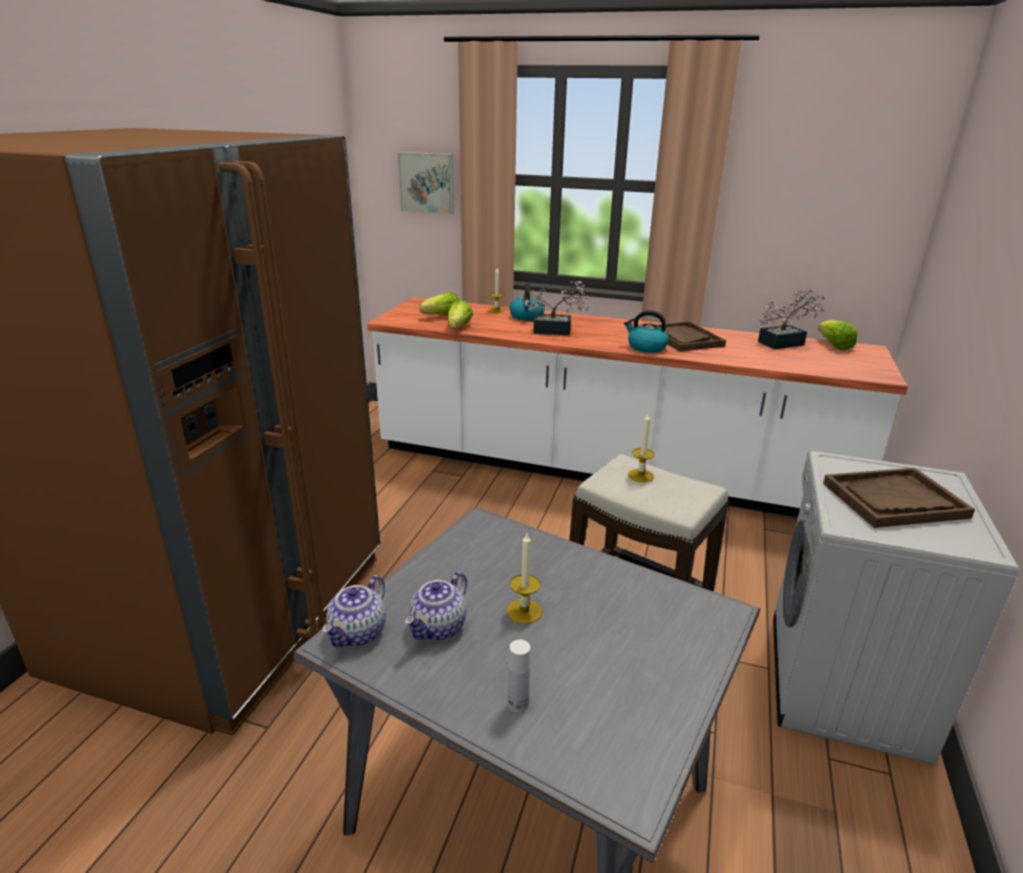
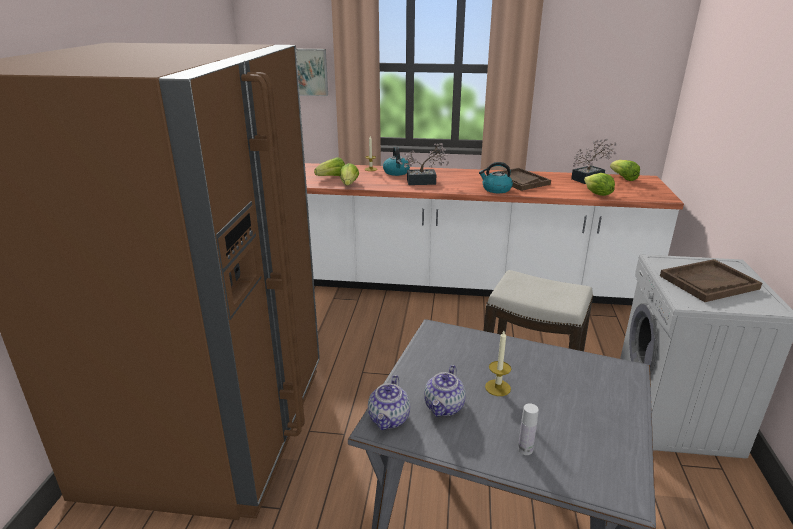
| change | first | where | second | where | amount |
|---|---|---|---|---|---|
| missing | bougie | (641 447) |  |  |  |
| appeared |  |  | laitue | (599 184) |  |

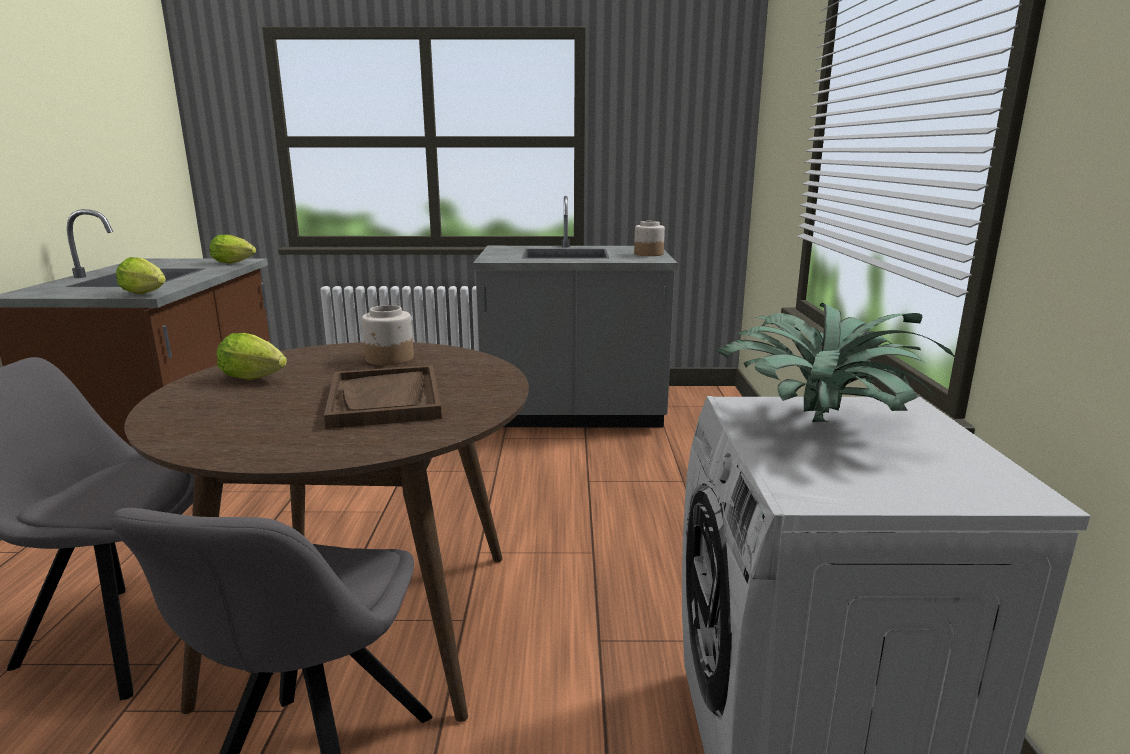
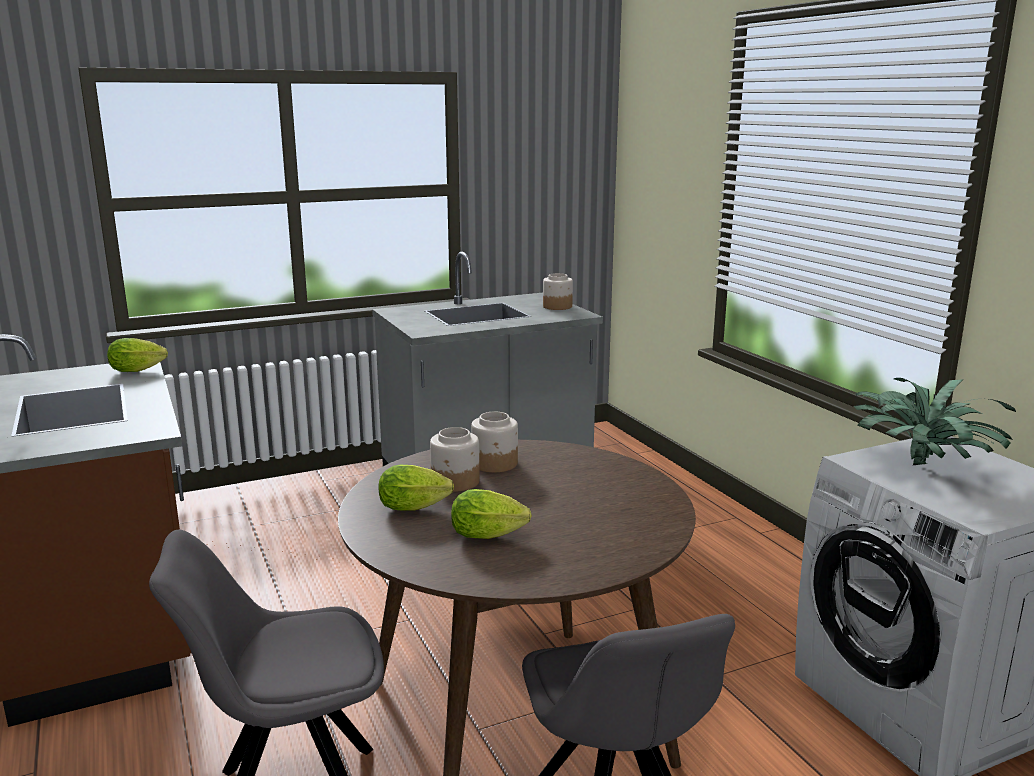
| change | first | where | second | where | amount |
|---|---|---|---|---|---|
| missing | plateau [marron] | (383 397) |  |  |  |
| appeared |  |  | bocal | (455 459) |  |
| relocated | laitue | (141 275) |  | (491 514) |  |

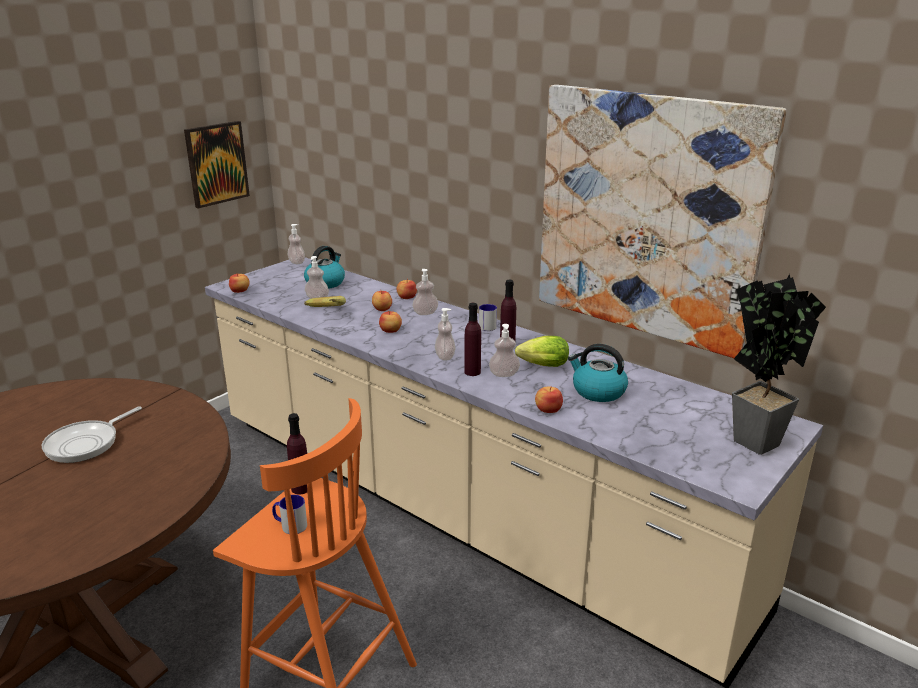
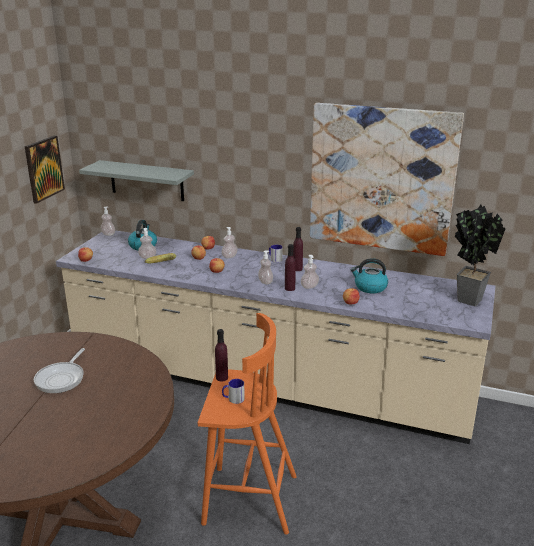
| change | first | where | second | where | amount |
|---|---|---|---|---|---|
| missing | laitue | (542 351) |  |  |  |
| appeared |  |  | étagère [gris] | (136 180) |  |

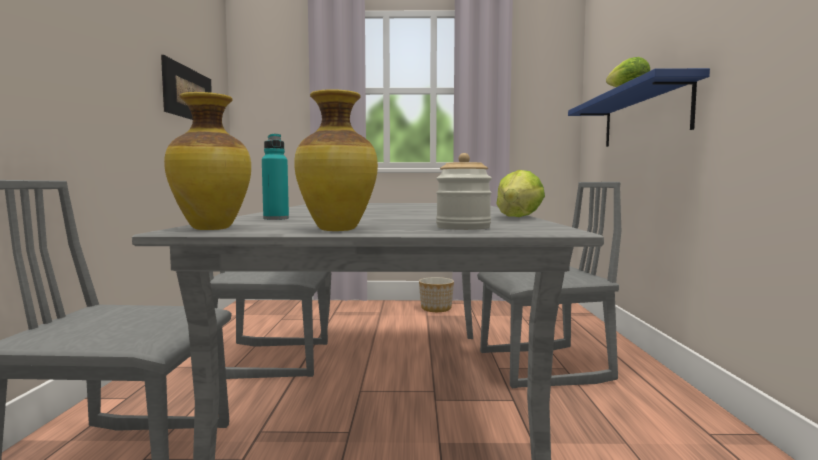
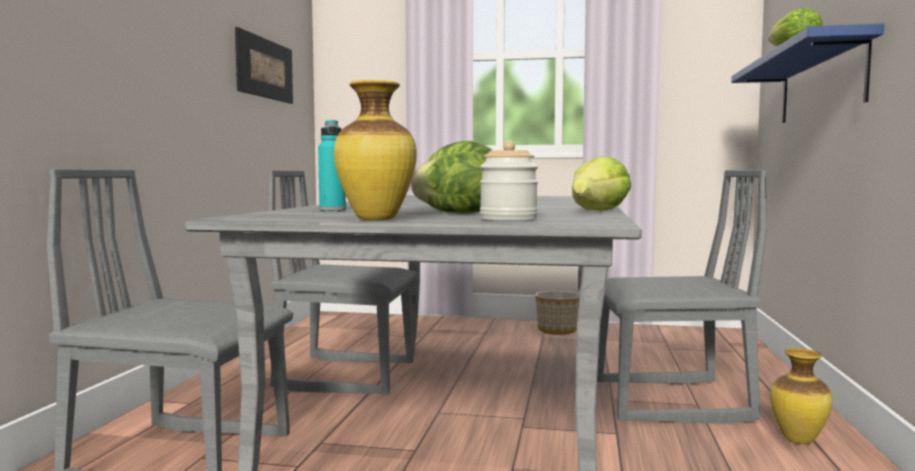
| change | first | where | second | where | amount |
|---|---|---|---|---|---|
| appeared |  |  | laitue | (452 177) |  |
| relocated | vase | (207 161) |  | (801 396) |  |

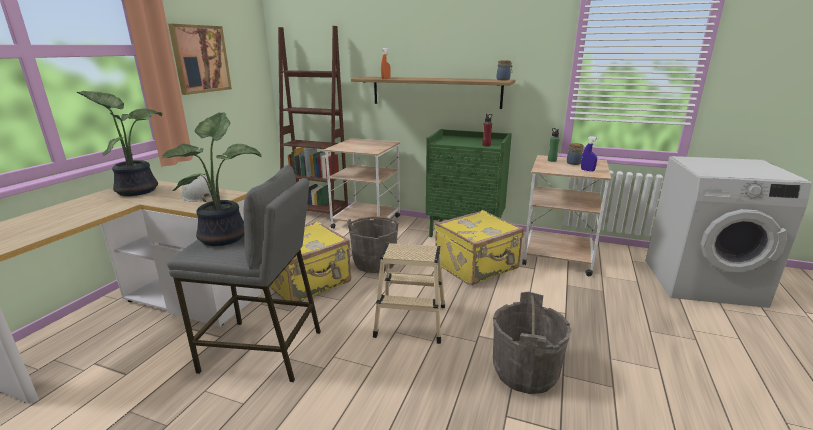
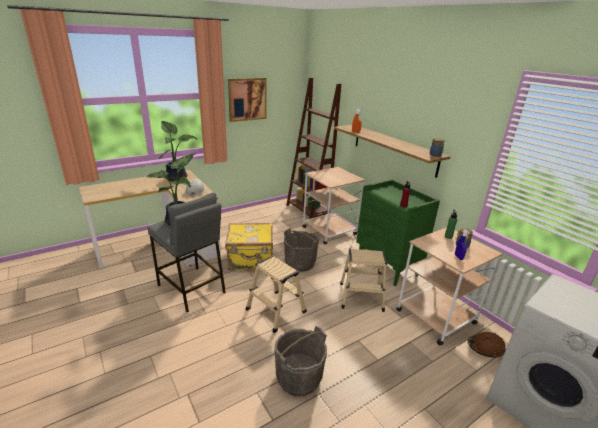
| change | first | where | second | where | amount |
|---|---|---|---|---|---|
| appeared |  |  | casque de chantier [marron] | (486 345) |  |
| exchanged | valise [jaune] | (479 247) | escabeau [beige] | (363 280) |  |

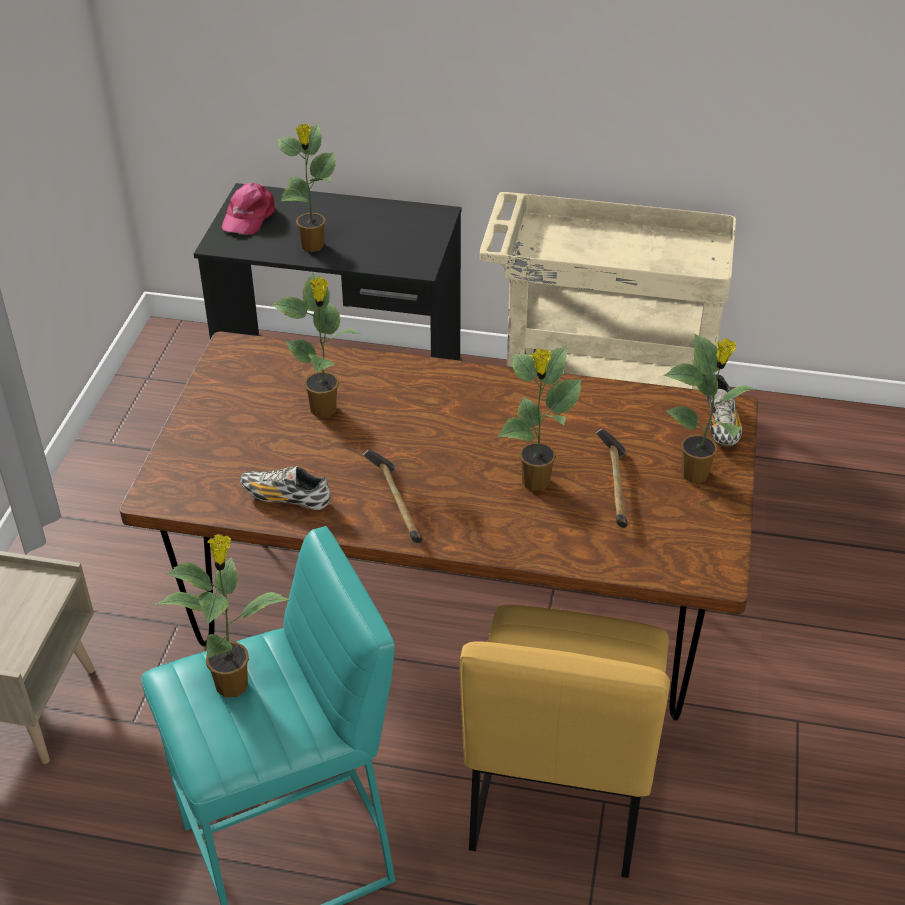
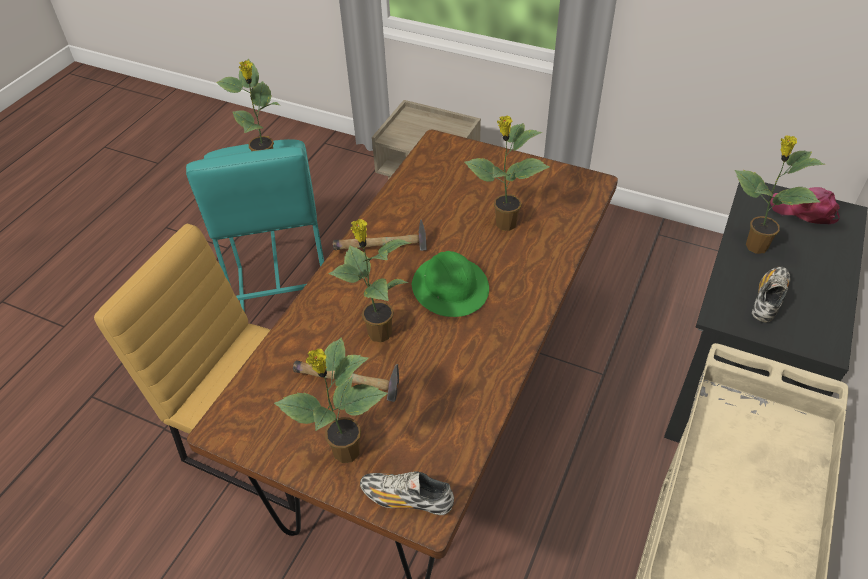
| change | first | where | second | where | amount |
|---|---|---|---|---|---|
| appeared |  |  | casque de chantier [vert] | (450 284) |  |
| relocated | chaussure | (285 488) |  | (771 295) |  |

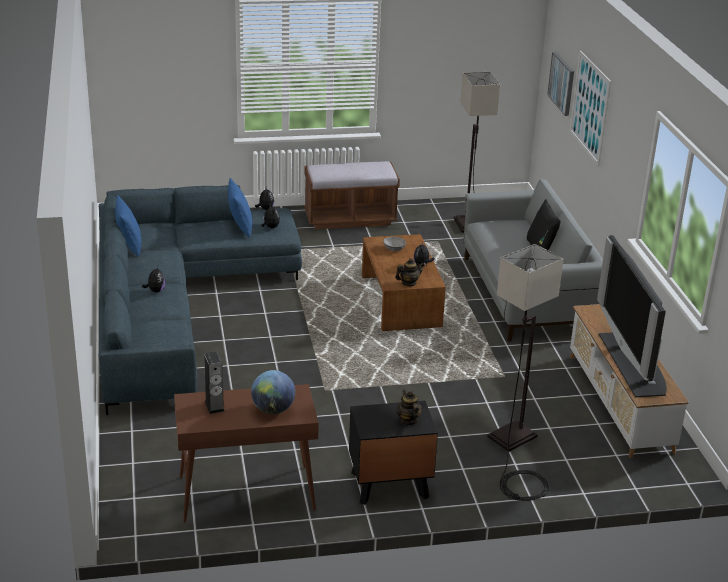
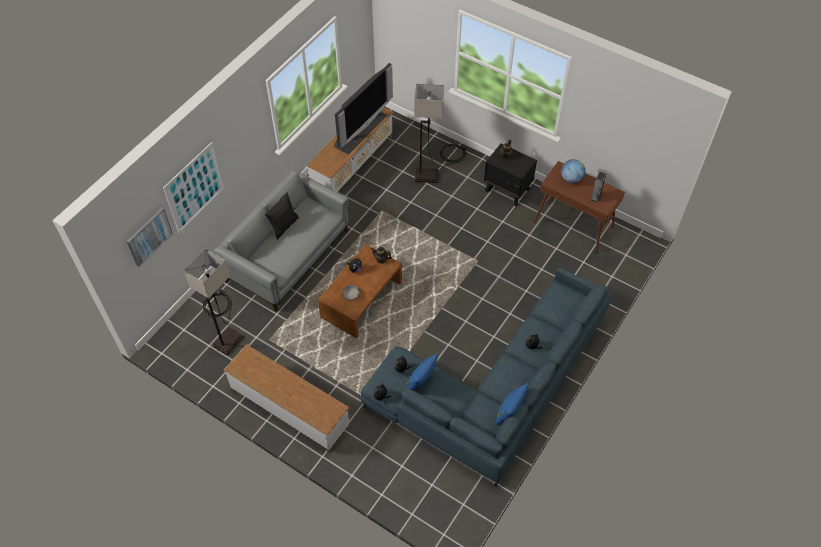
| change | first | where | second | where | amount |
|---|---|---|---|---|---|
| exchanged | banc [marron] | (352 195) | meuble télé | (286 398) |  |

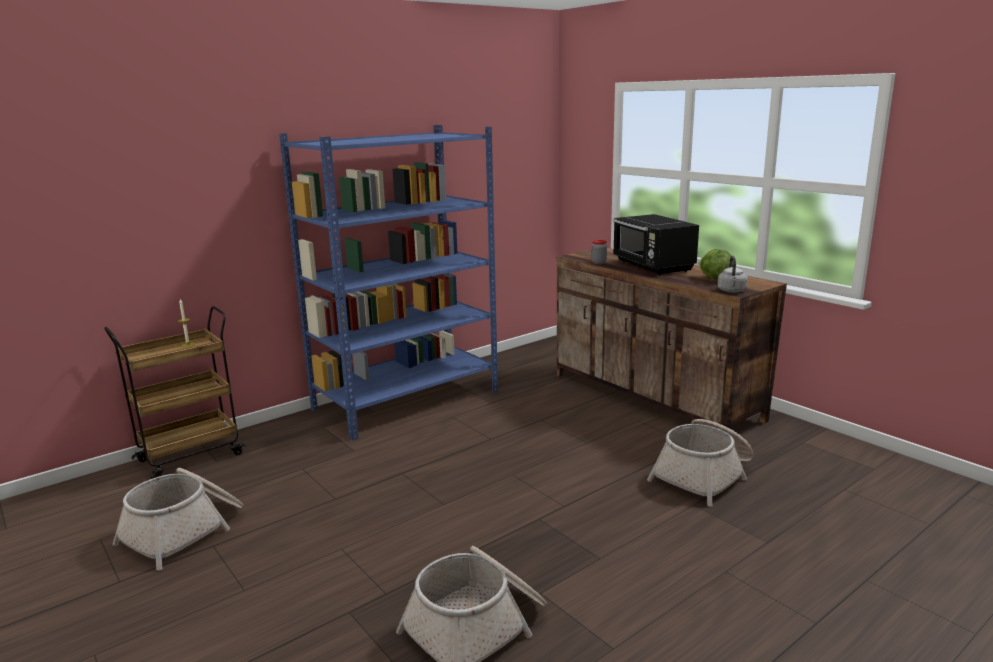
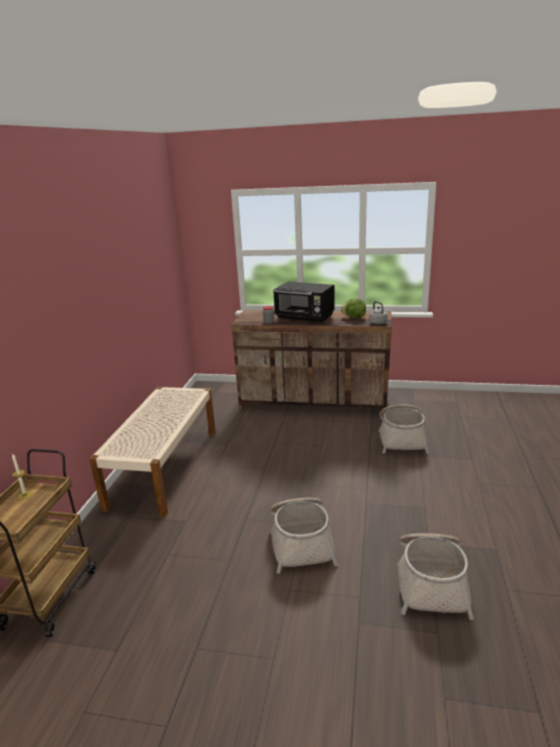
| change | first | where | second | where | amount |
|---|---|---|---|---|---|
| relocated | panier | (178 519) |  | (304 536) |  |
| exchanged | bibliothèque [bleu] | (388 283) | banc [beige] | (152 452) |  |

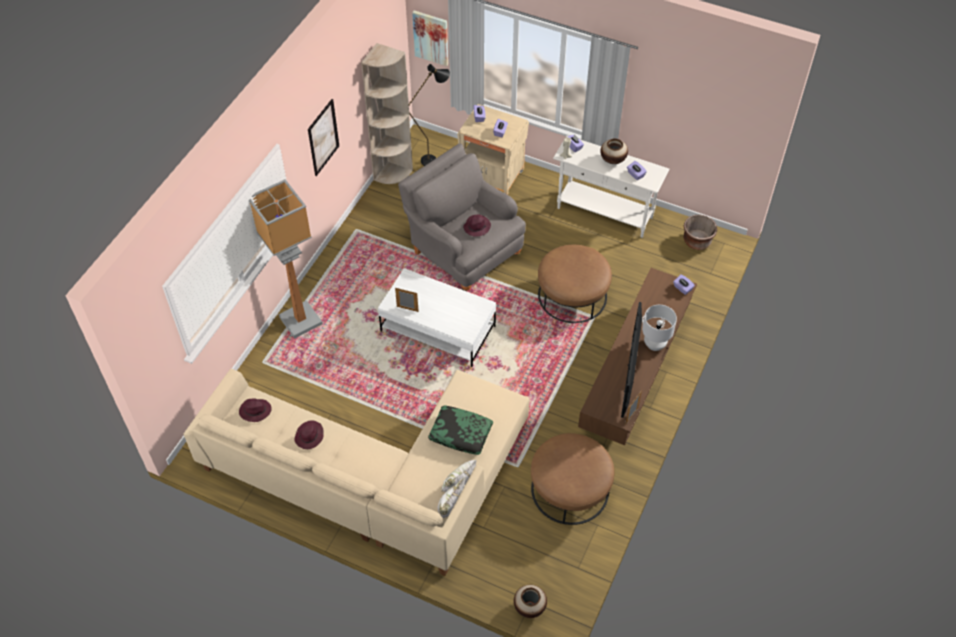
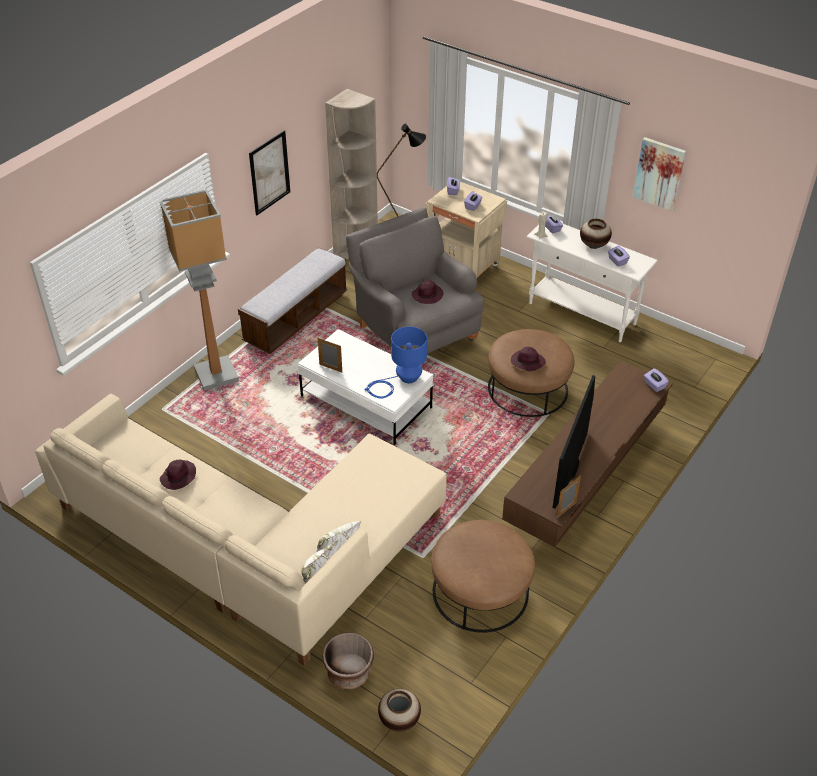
| change | first | where | second | where | amount |
|---|---|---|---|---|---|
| missing | coussin | (460 430) |  |  |  |
| missing | lampe de table [gris] | (659 328) |  |  |  |
| appeared |  |  | banc | (292 300) |  |
| appeared |  |  | lampe de table [bleu] | (396 362) |  |
| relocated | chapeau [violet] | (255 410) |  | (528 359) |  |
| relocated | tableau | (430 38) |  | (659 174) |  |
| relocated | cache-pot [marron] | (700 232) |  | (348 661) |  |

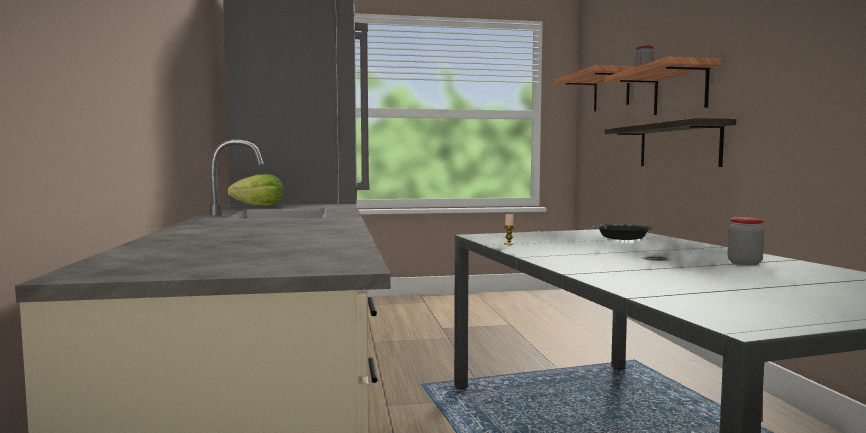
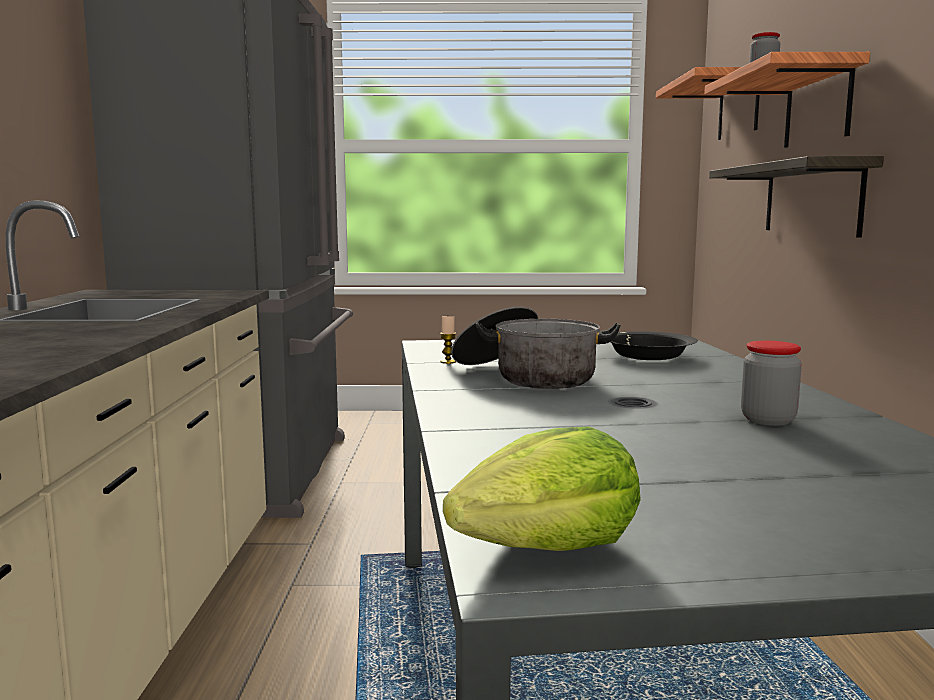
| change | first | where | second | where | amount |
|---|---|---|---|---|---|
| appeared |  |  | marmite | (535 348) |  |
| relocated | laitue | (255 190) |  | (542 488) |  |

